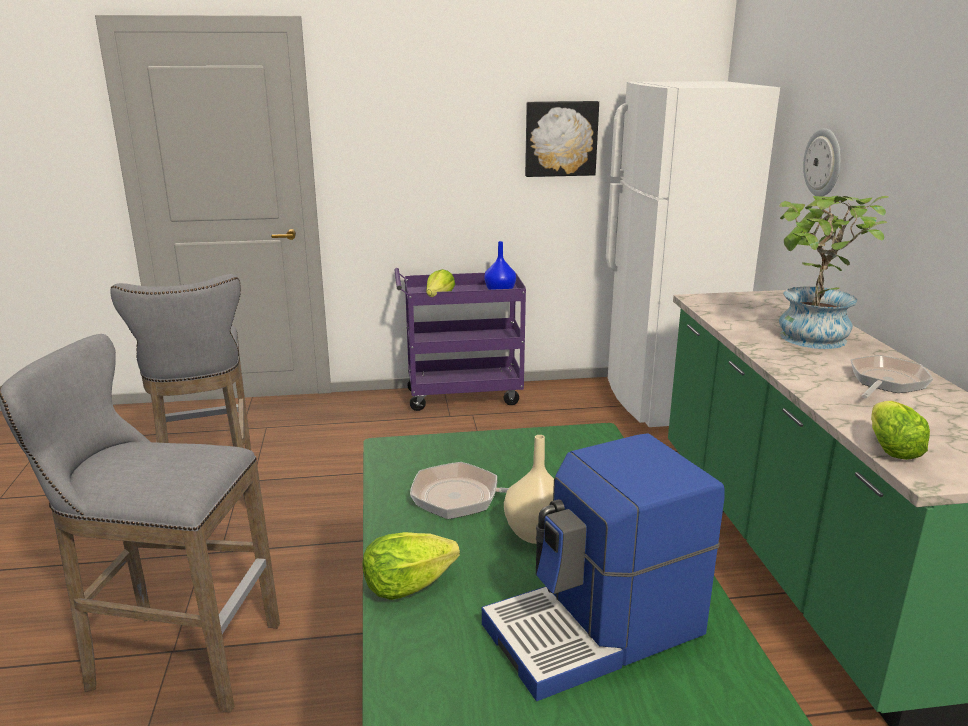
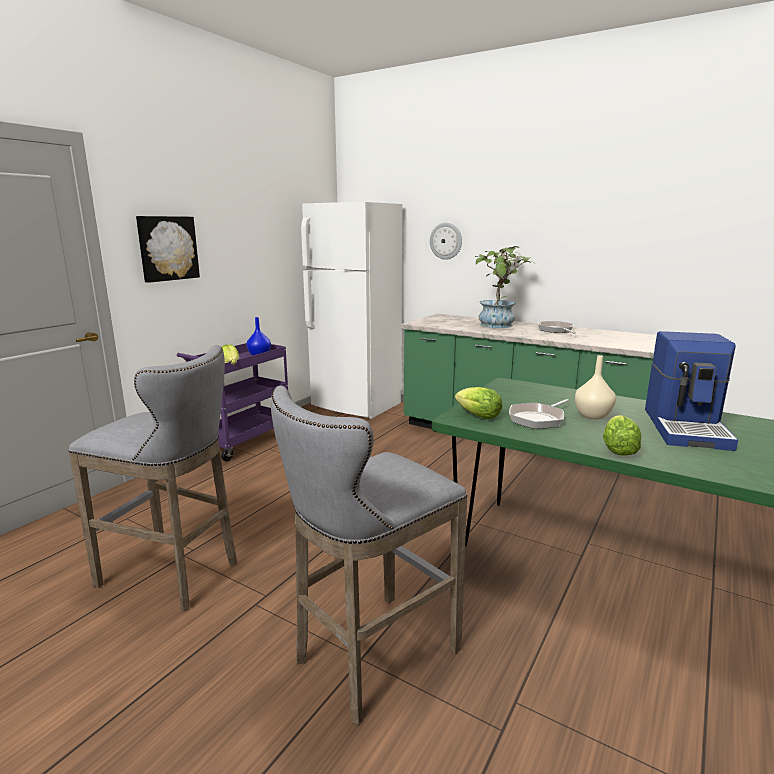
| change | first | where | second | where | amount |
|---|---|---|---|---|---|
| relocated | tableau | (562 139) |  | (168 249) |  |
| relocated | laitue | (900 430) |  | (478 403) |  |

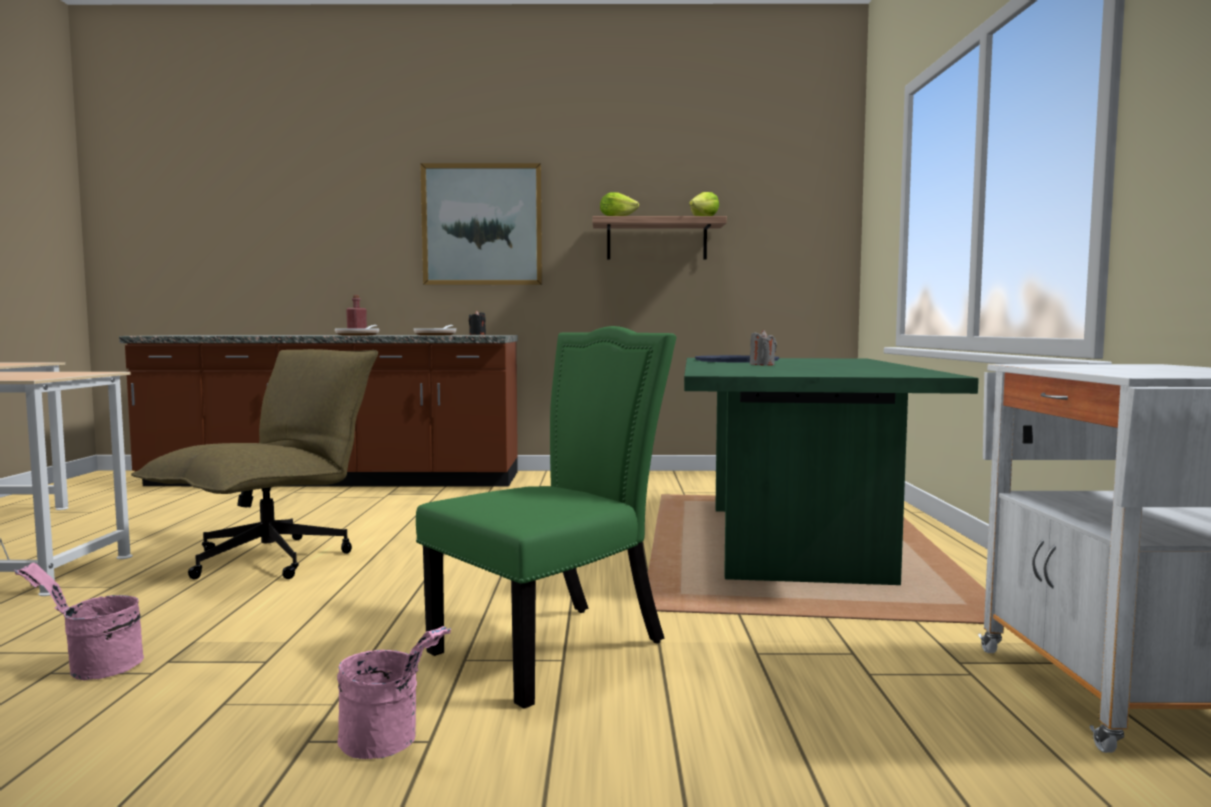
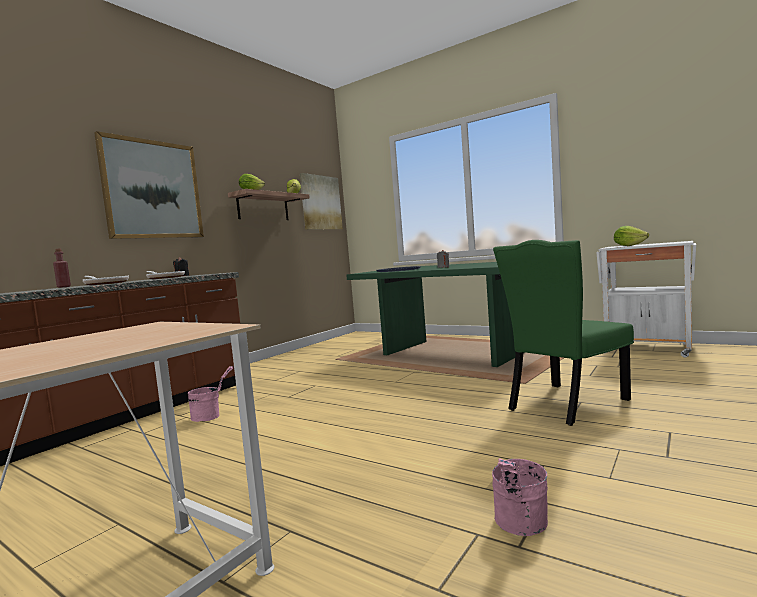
| change | first | where | second | where | amount |
|---|---|---|---|---|---|
| missing | chaise de bureau [beige] | (254 464) |  |  |  |
| appeared |  |  | tableau | (321 201) |  |
| appeared |  |  | laitue | (631 236) |  |
| relocated | seau [rose] | (394 692) |  | (210 394) |  |
| spun | chaise [vert] | (546 517) |  | (563 333) | 120 degrees counterclockwise |

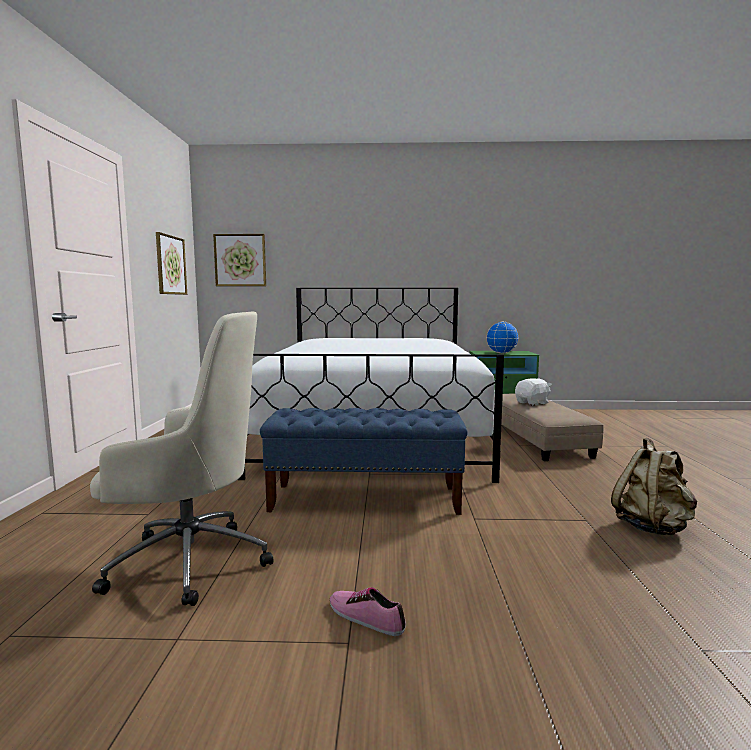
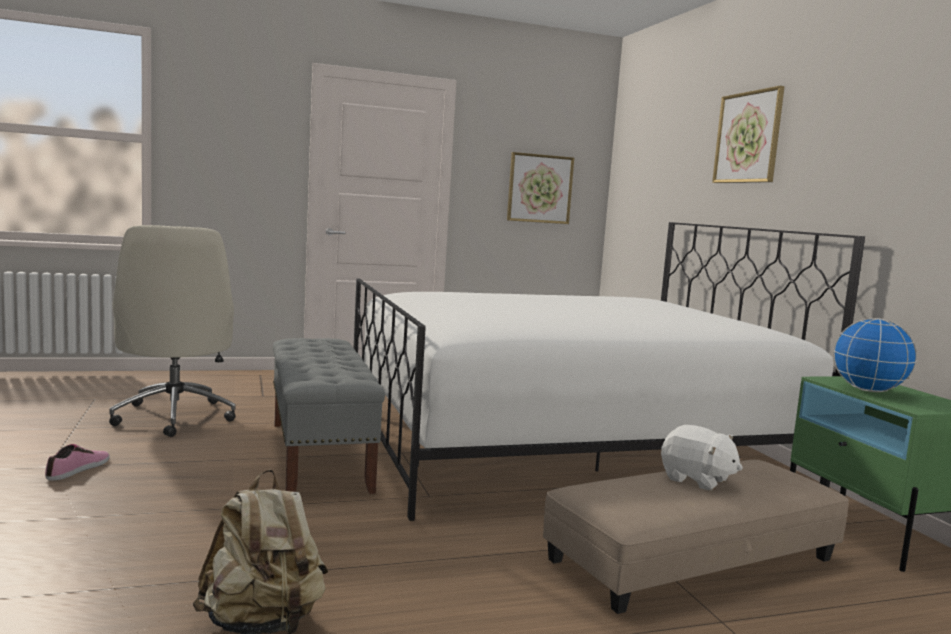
| change | first | where | second | where | amount |
|---|---|---|---|---|---|
| relocated | tableau | (239 260) |  | (748 134) |  |
| colour | banc [bleu] | (364 461) | banc [gris] | (329 416) |  |

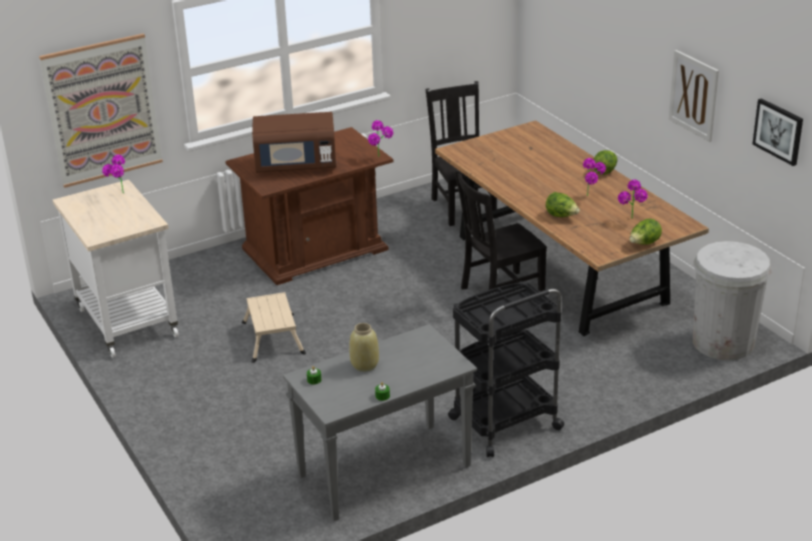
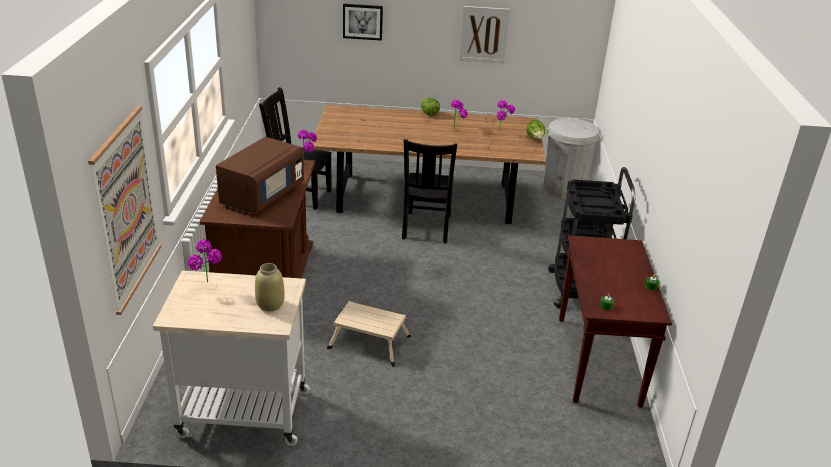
| change | first | where | second | where | amount |
|---|---|---|---|---|---|
| missing | laitue | (562 204) |  |  |  |
| relocated | vase [beige] | (364 347) |  | (270 287) |  |
| relocated | tableau | (777 132) |  | (363 22) |  |
| colour | table console [gris] | (380 422) | table console [marron] | (615 321) |  |

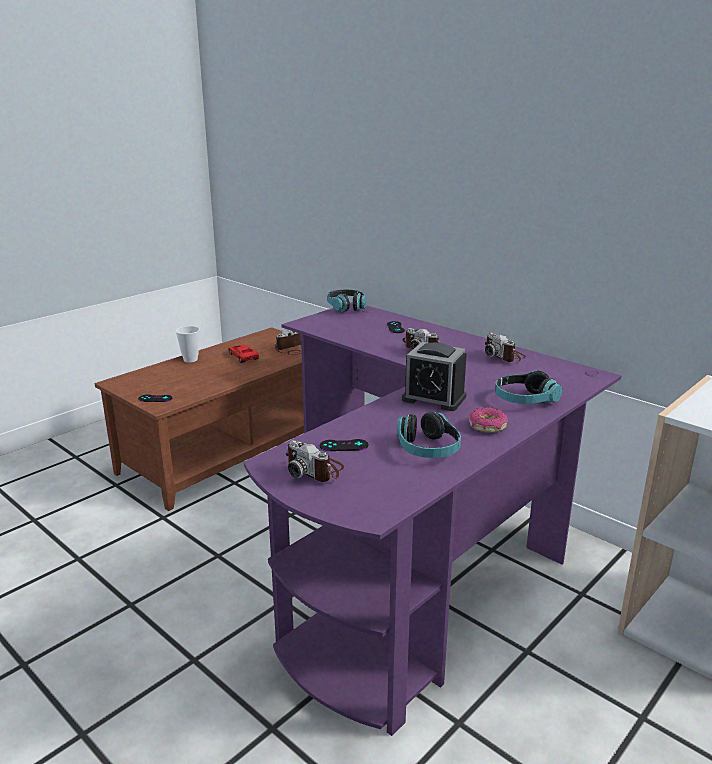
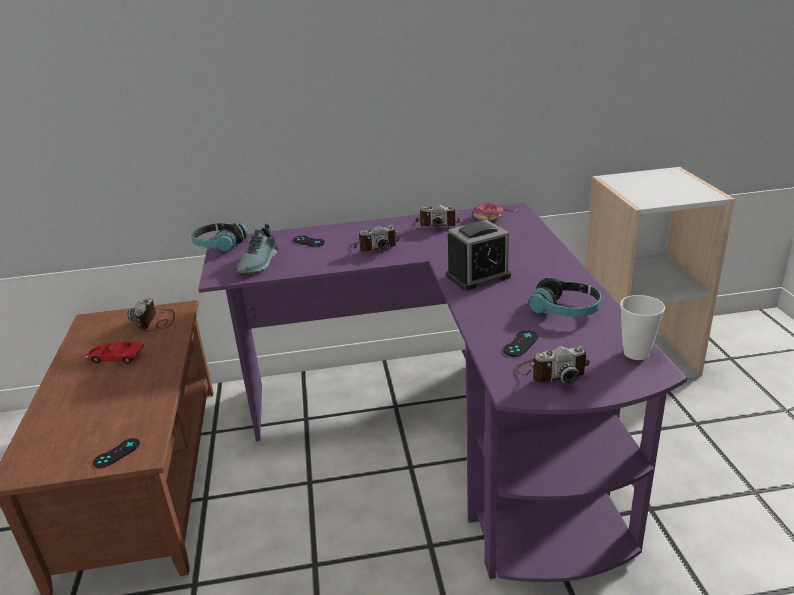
| change | first | where | second | where | amount |
|---|---|---|---|---|---|
| missing | casque audio | (528 387) |  |  |  |
| appeared |  |  | chaussure | (257 248) |  |
| relocated | tasse | (187 344) |  | (642 327) |  |
| relocated | beignet | (488 420) |  | (488 212) |  |

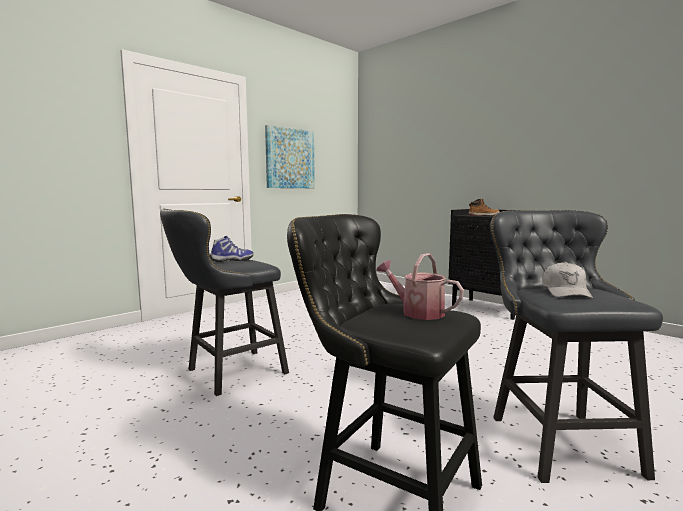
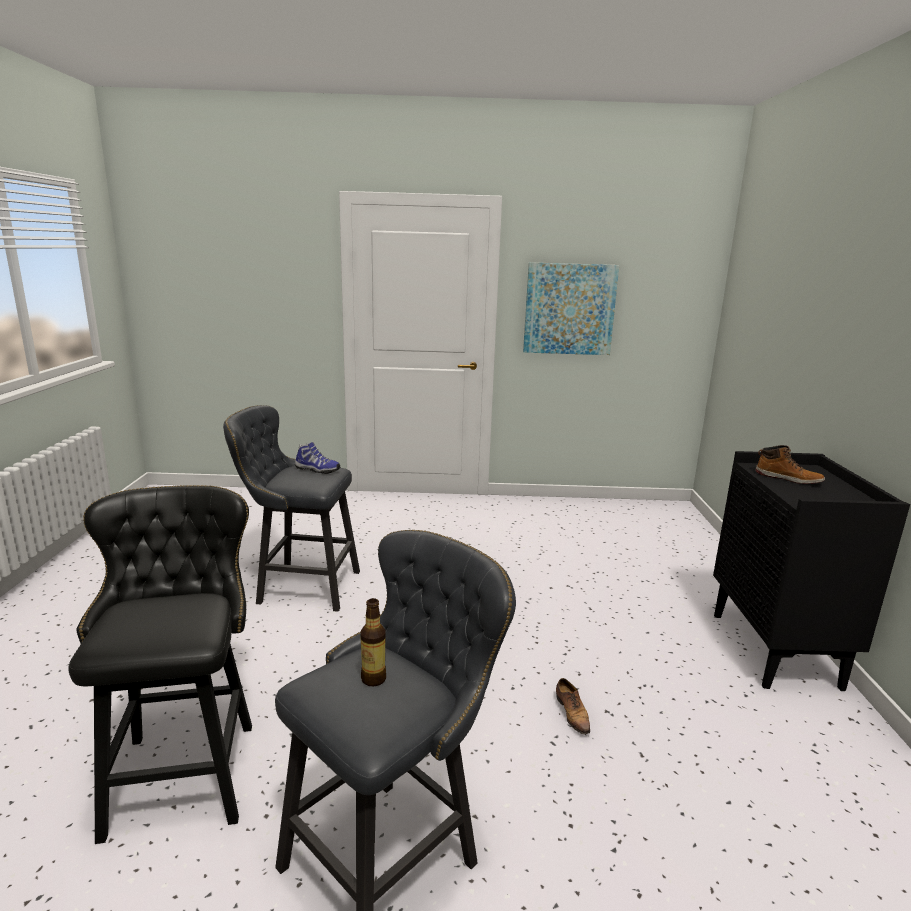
| change | first | where | second | where | amount |
|---|---|---|---|---|---|
| missing | arrosoir | (420 286) |  |  |  |
| appeared |  |  | chaussure | (573 706) |  |
| exchanged | casquette [blanc] | (567 280) | bouteille | (373 642) |  |

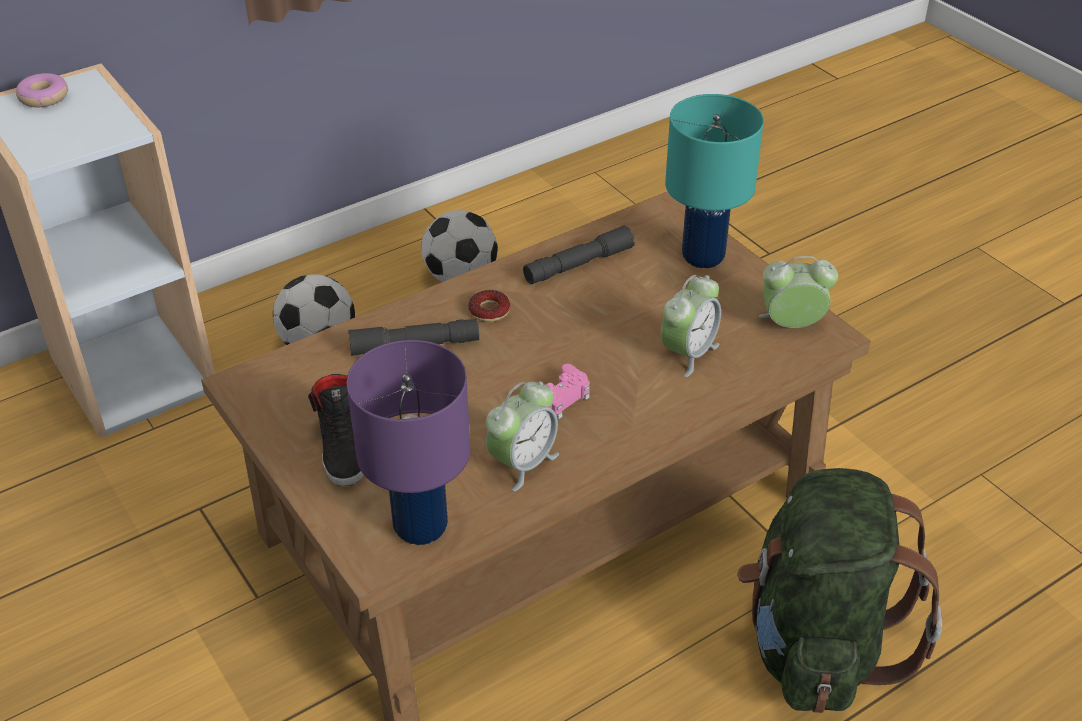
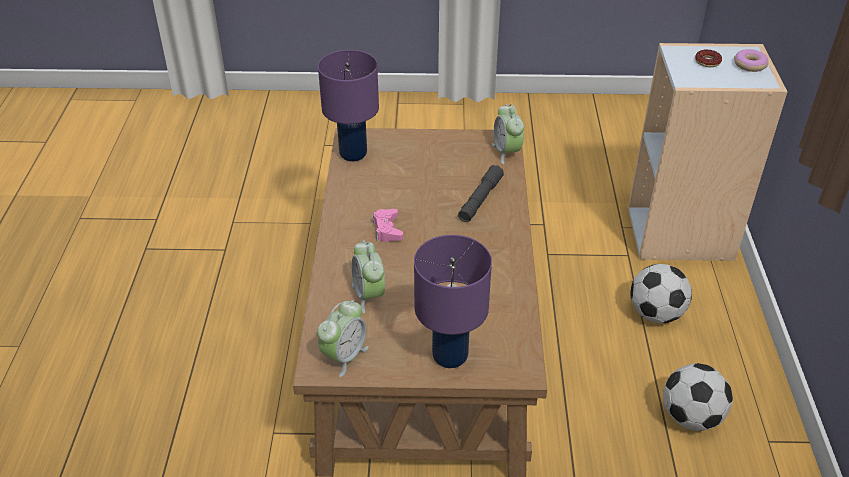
| change | first | where | second | where | amount |
|---|---|---|---|---|---|
| missing | chaussure [noir] | (336 430) |  |  |  |
| missing | lampe de poche [gris] | (579 254) |  |  |  |
| missing | sac à dos [vert] | (839 590) |  |  |  |
| relocated | beignet | (489 306) |  | (708 58) |  |
| relocated | réveil | (522 436) |  | (508 134) |  |
| colour | lampe de table [turquoise] | (714 181) | lampe de table [violet] | (453 301) |  |

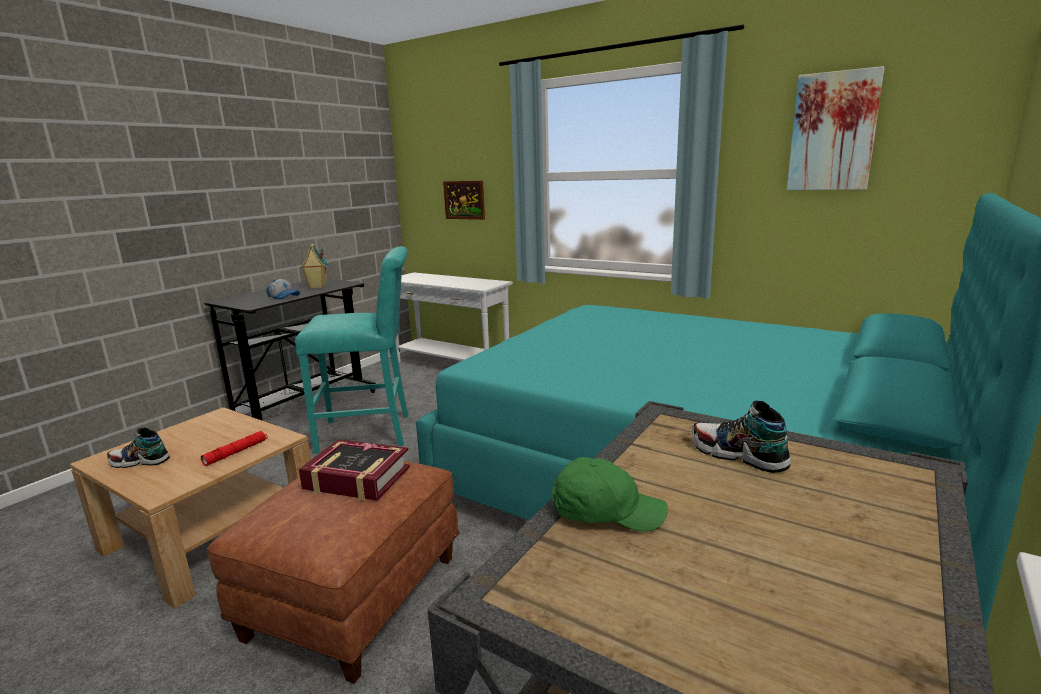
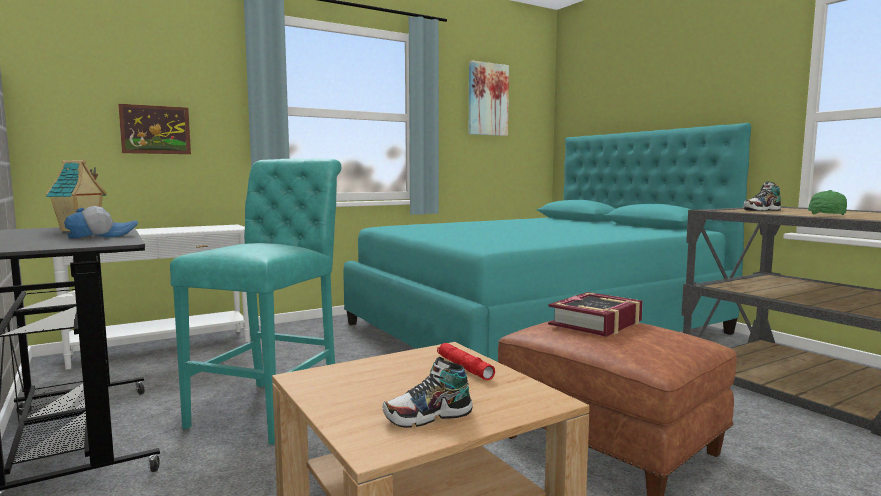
| change | first | where | second | where | amount |
|---|---|---|---|---|---|
| spun | chaussure | (138 447) |  | (428 392) | 45 degrees clockwise |

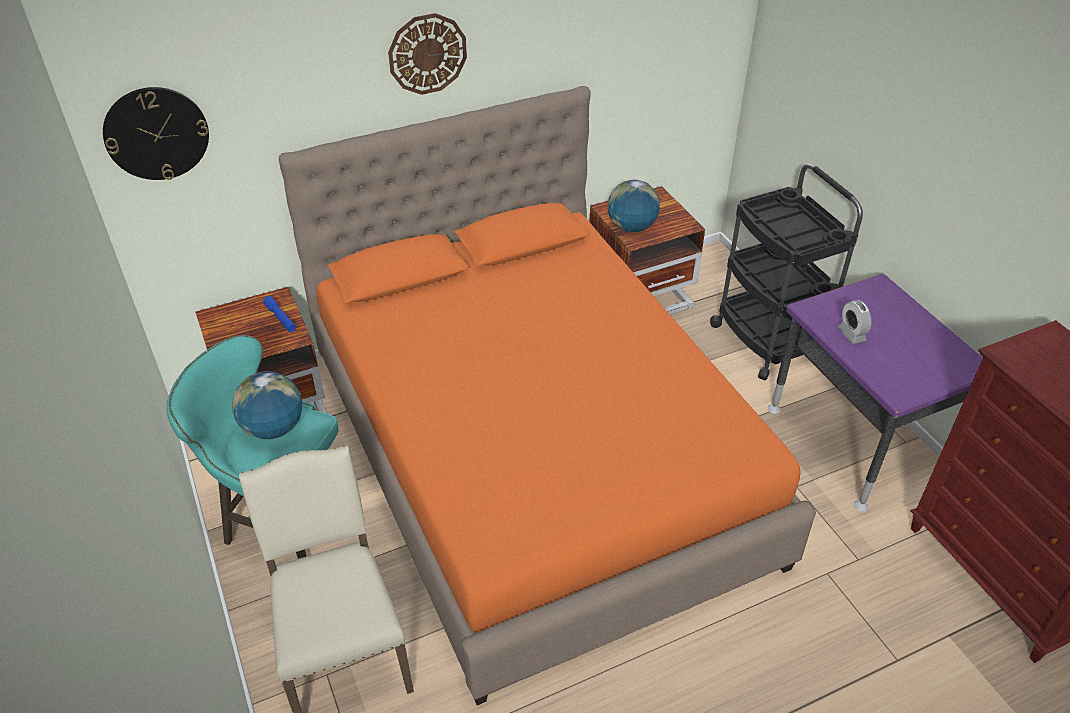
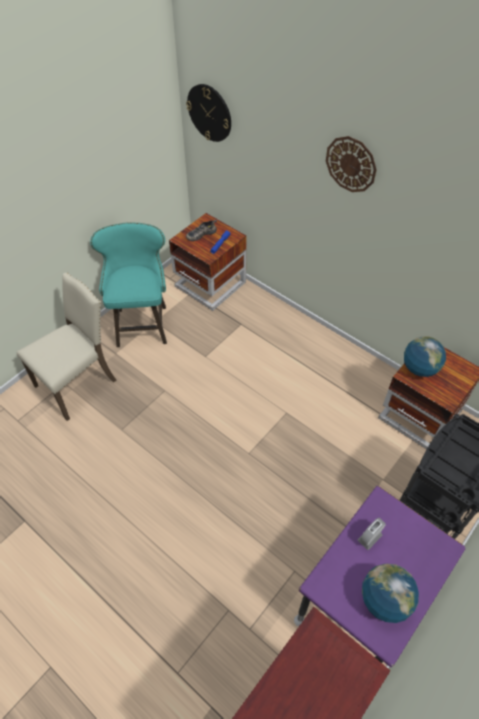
| change | first | where | second | where | amount |
|---|---|---|---|---|---|
| missing | lit [orange] | (547 395) |  |  |  |
| appeared |  |  | chaussure | (201 230) |  |
| relocated | globe | (267 405) |  | (390 593) |  |

